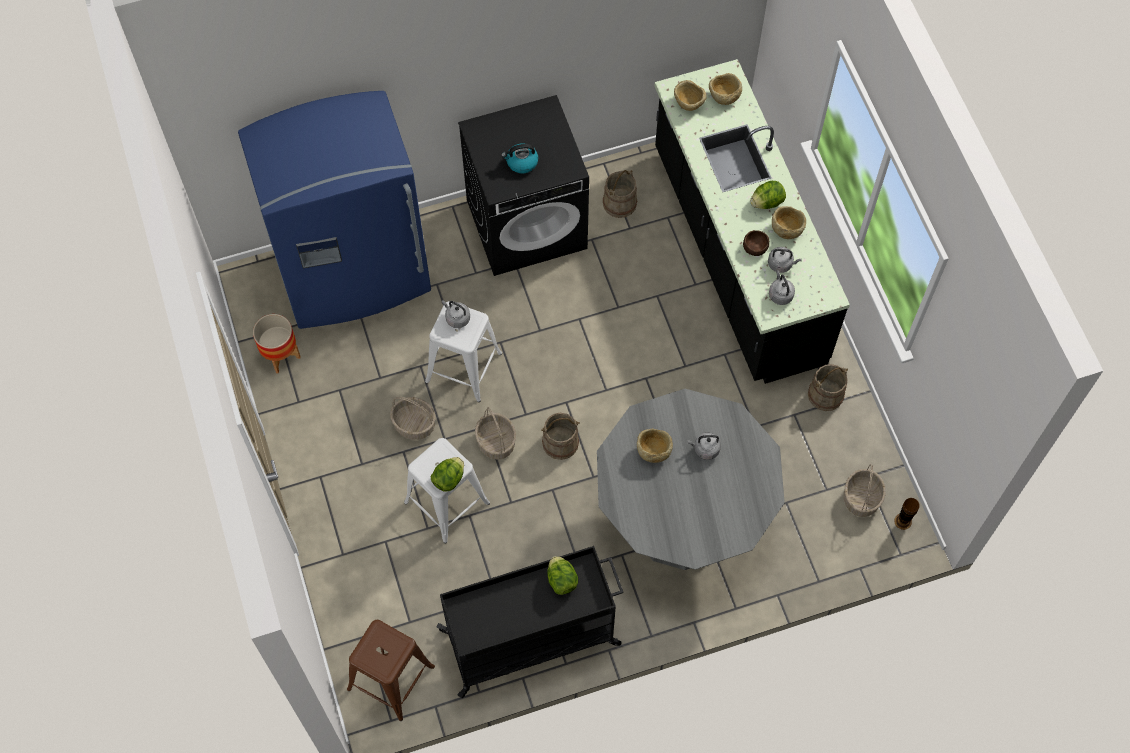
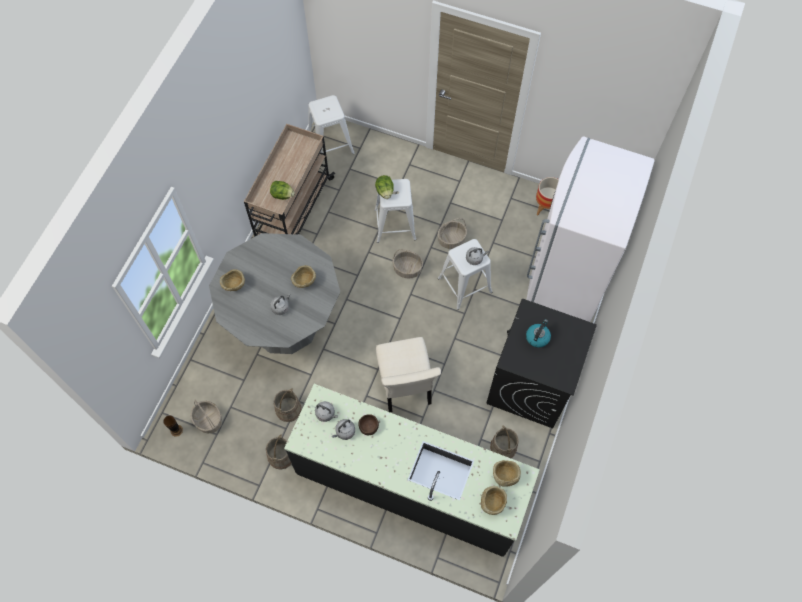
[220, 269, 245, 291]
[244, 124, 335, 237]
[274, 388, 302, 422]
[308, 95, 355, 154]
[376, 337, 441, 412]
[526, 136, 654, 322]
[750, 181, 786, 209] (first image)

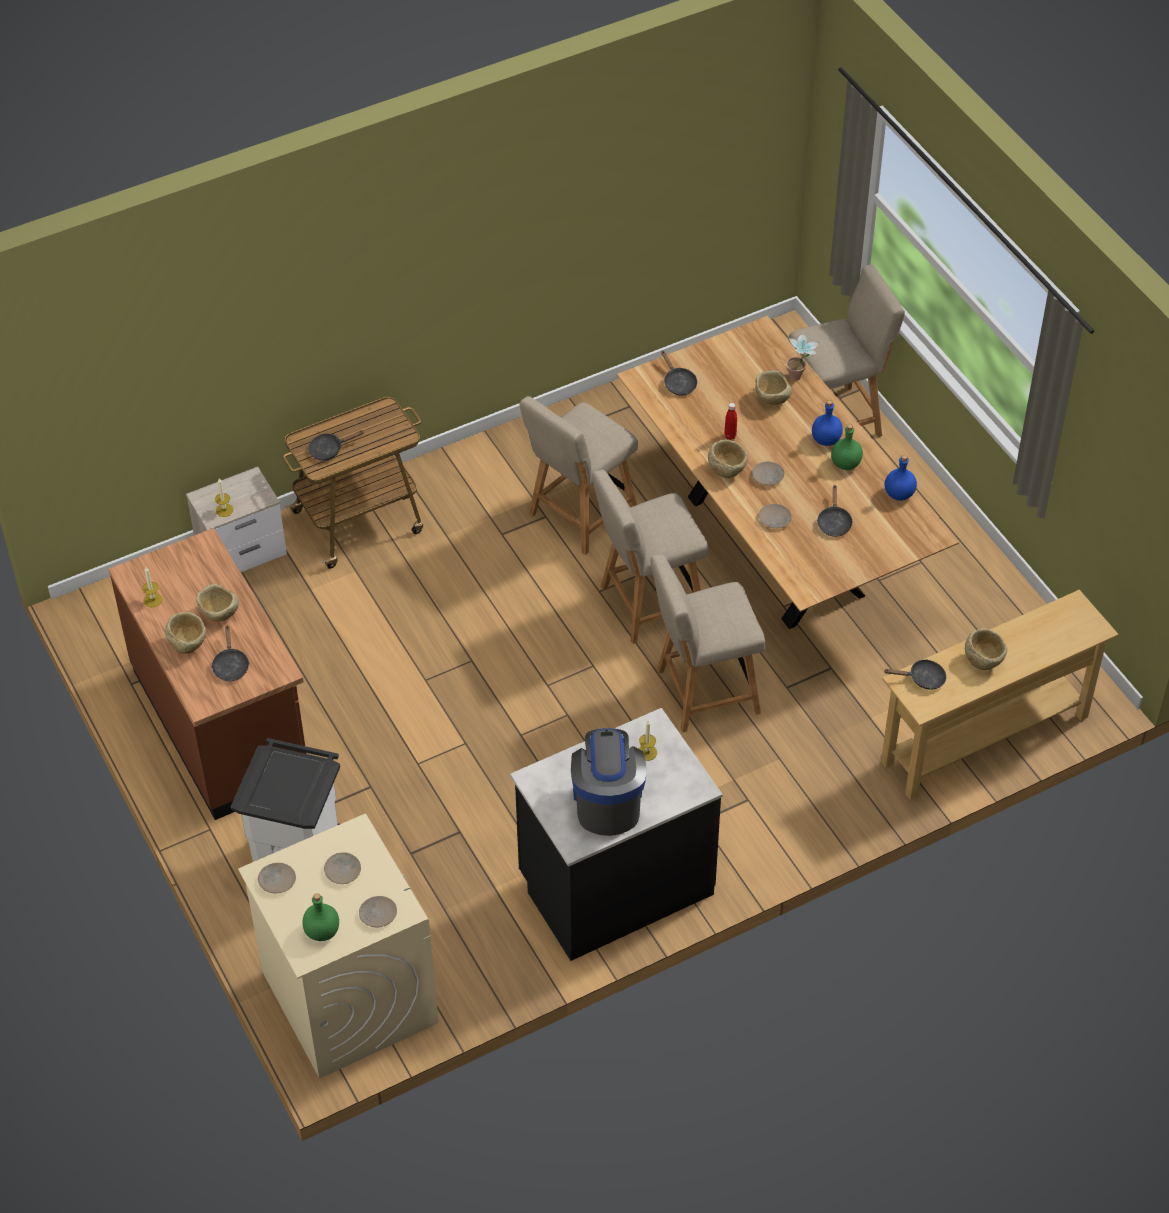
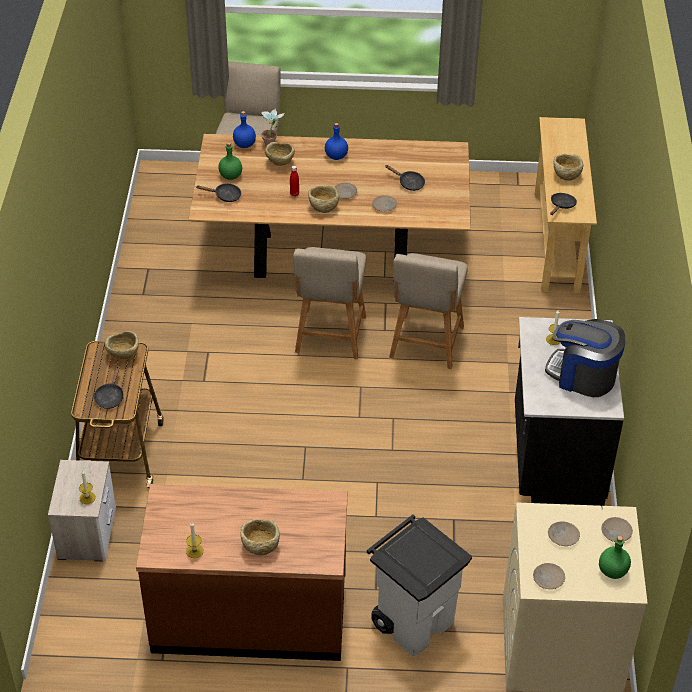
[105, 331, 139, 359]
[218, 142, 242, 180]
[233, 111, 256, 148]
[211, 625, 250, 681] (first image)
[520, 396, 638, 555] (first image)

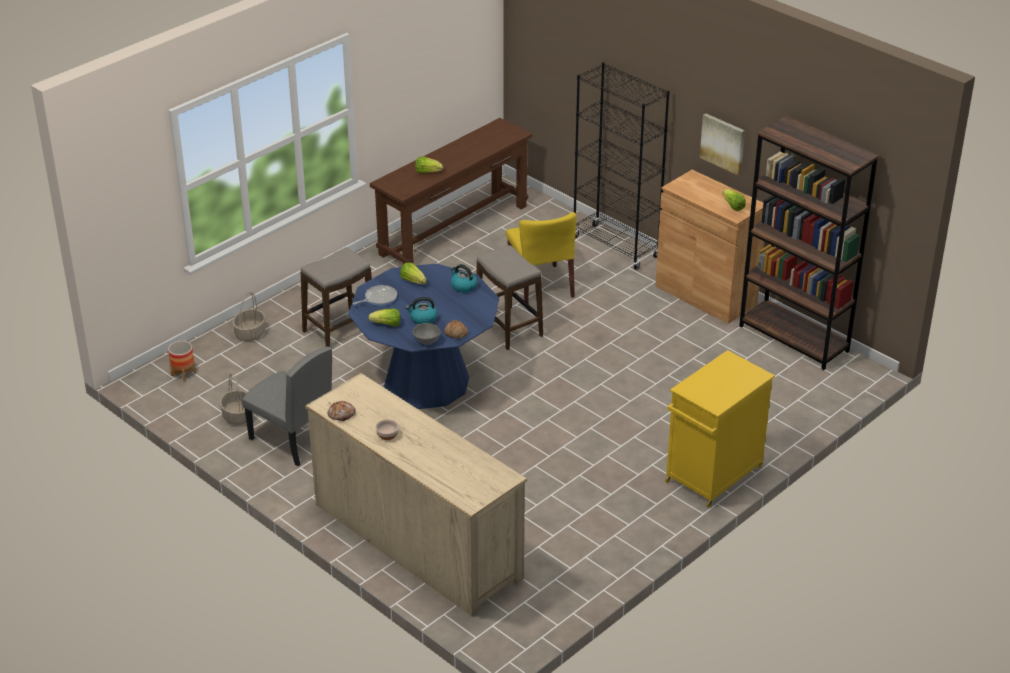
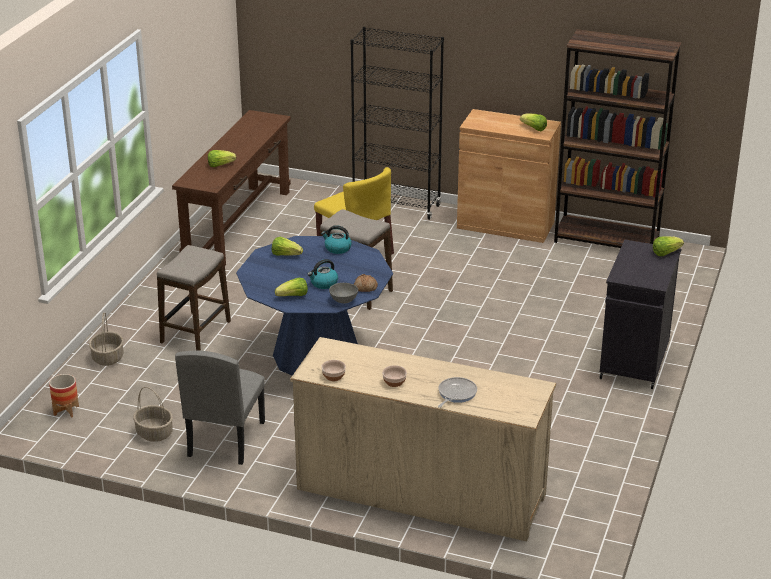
[175, 351, 265, 465]
[321, 360, 346, 381]
[438, 377, 477, 408]
[599, 239, 682, 389]
[653, 236, 684, 256]
[700, 113, 745, 175] (first image)

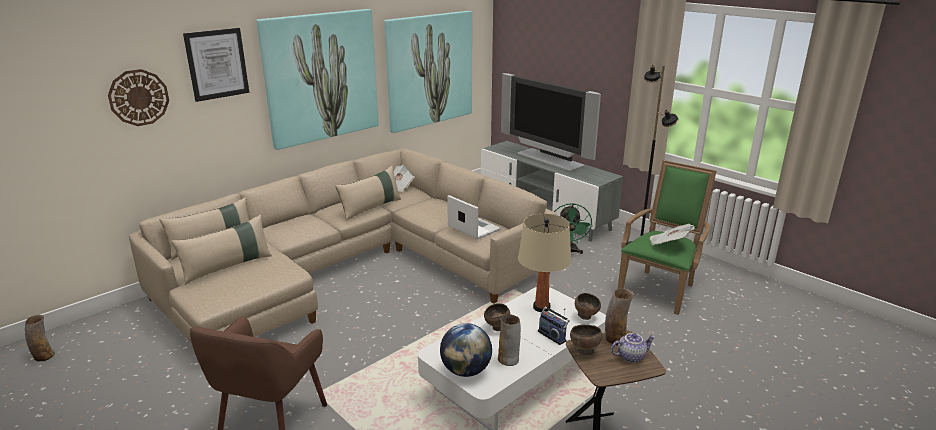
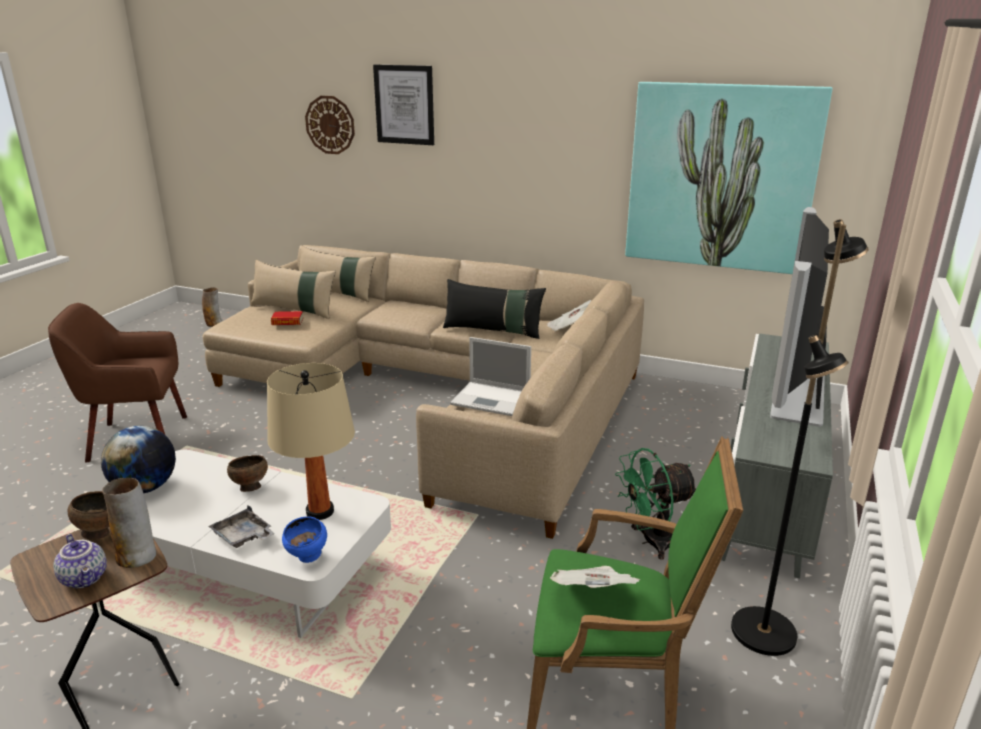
[209, 505, 275, 548]
[271, 311, 303, 325]
[282, 516, 327, 563]
[443, 279, 546, 339]
[450, 337, 531, 416]
[256, 9, 379, 150] (first image)
[498, 314, 521, 366] (first image)

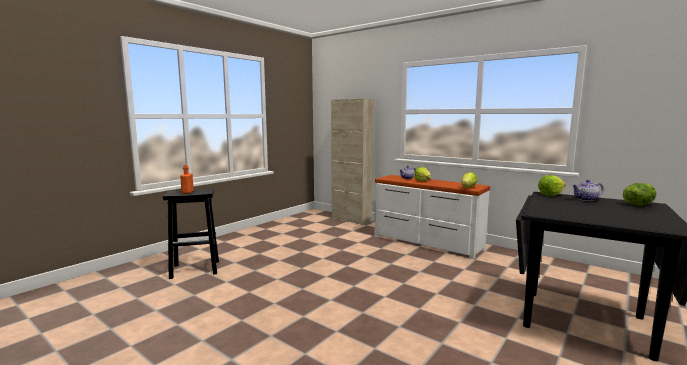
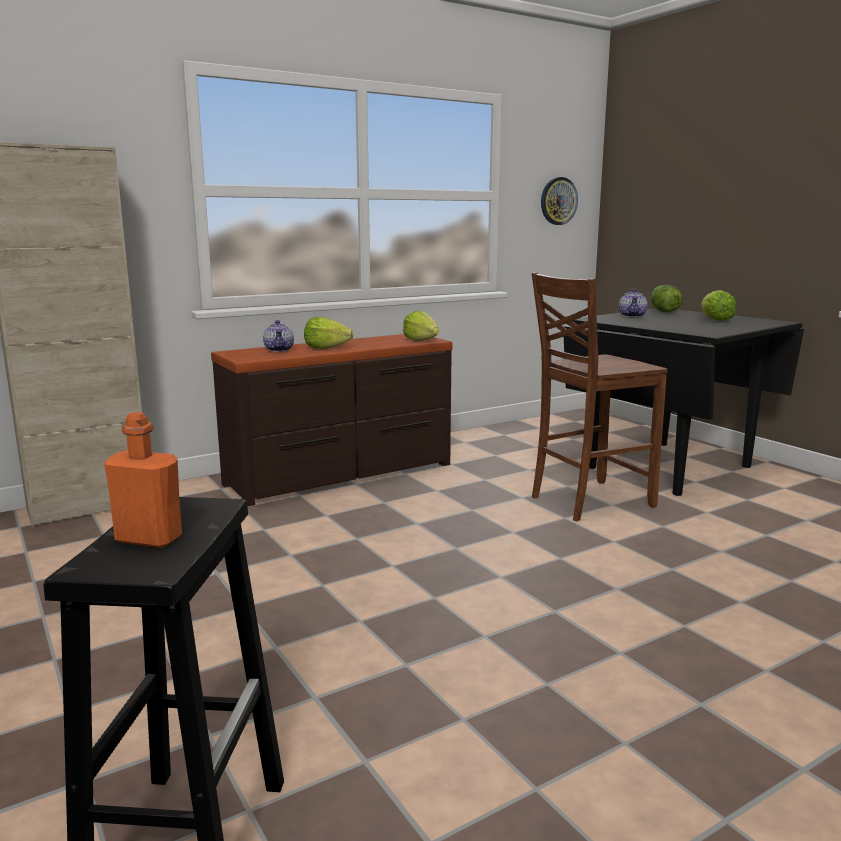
[211, 334, 453, 506]
[532, 272, 668, 522]
[541, 177, 578, 225]
[701, 290, 736, 321]

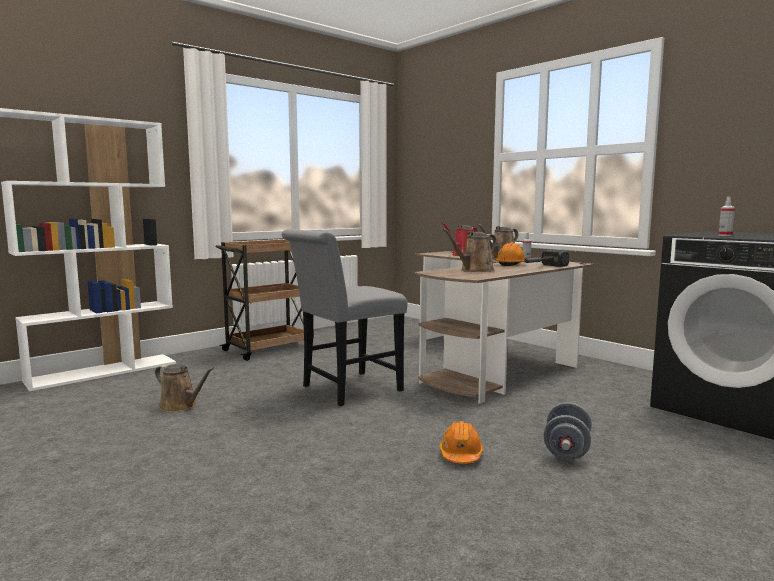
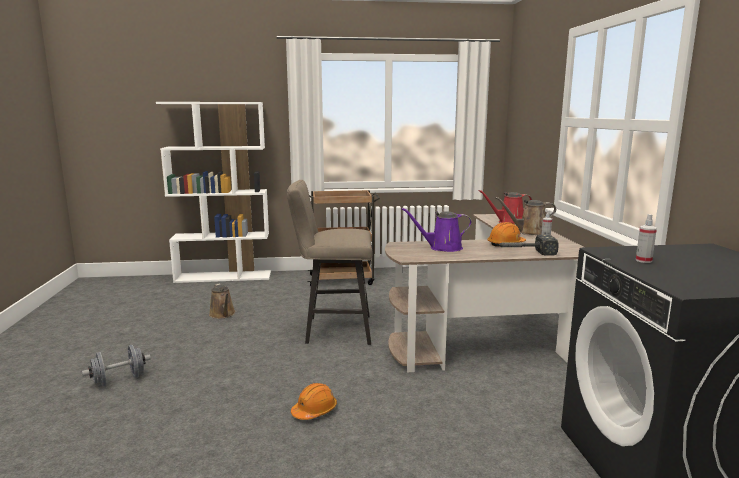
[82, 345, 151, 387]
[287, 180, 373, 345]
[402, 208, 472, 252]

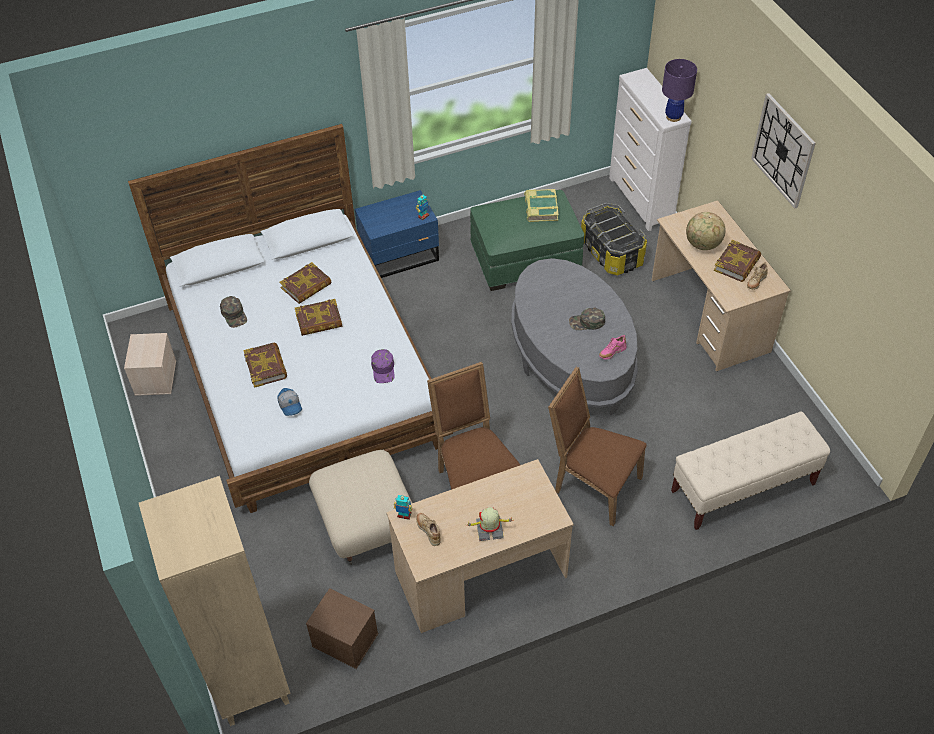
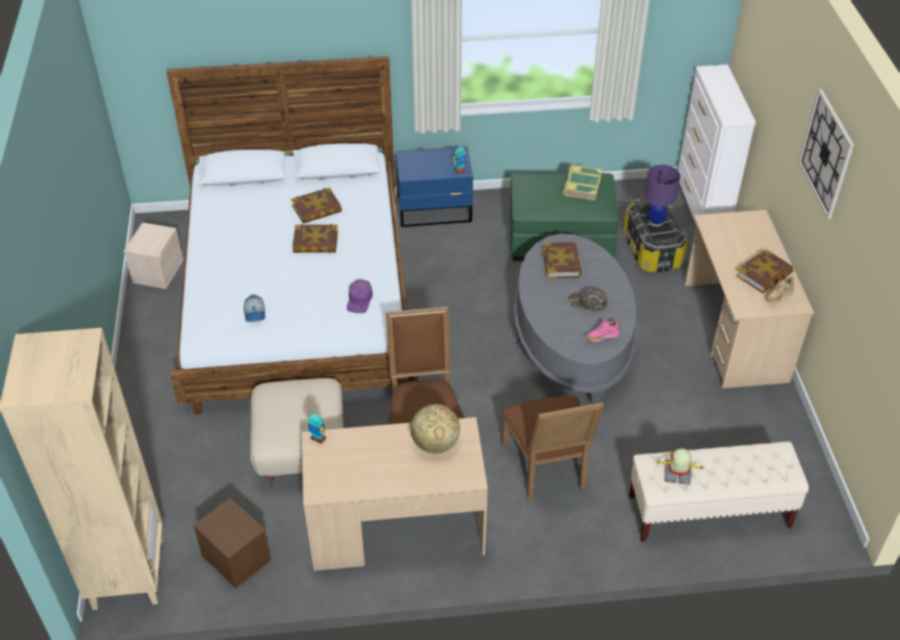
[411, 404, 460, 454]
[501, 396, 604, 500]
[542, 242, 582, 279]
[644, 165, 680, 227]
[655, 448, 706, 485]
[220, 296, 247, 328] (first image)
[416, 513, 441, 546] (first image)

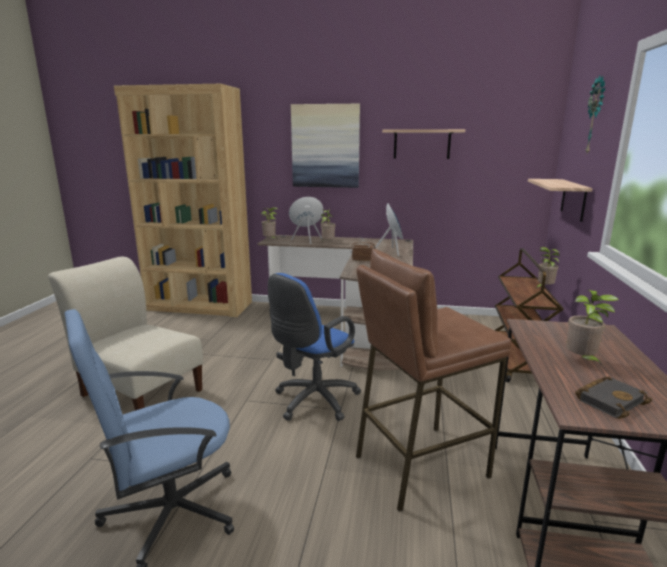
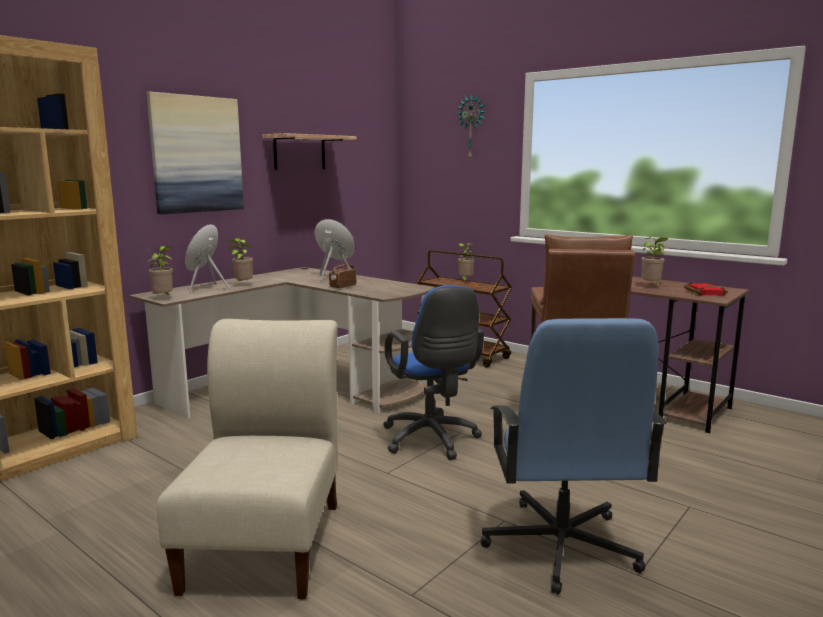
[157, 319, 338, 599]
[684, 282, 728, 296]
[528, 179, 593, 222] (first image)

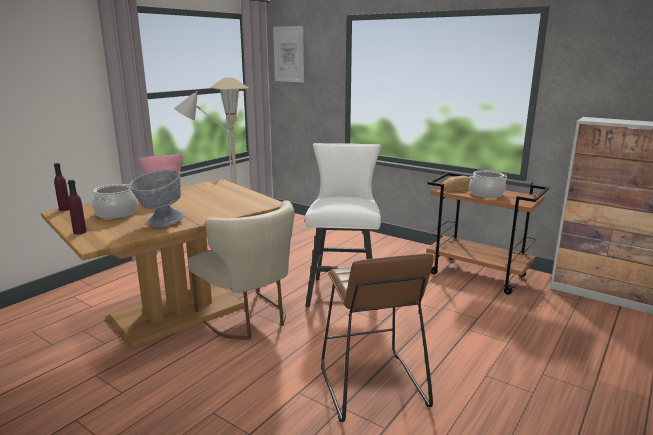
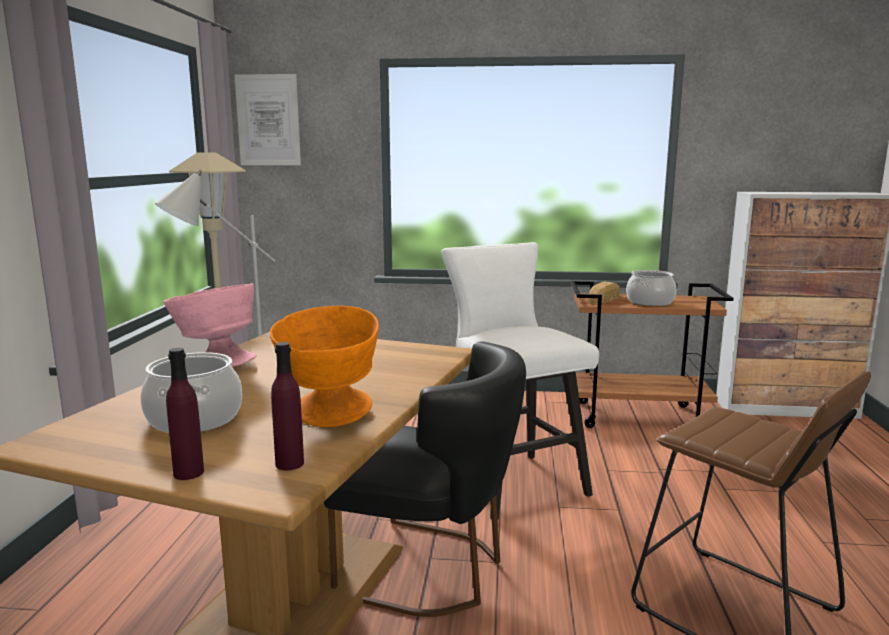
[270, 306, 379, 427]
[271, 342, 304, 470]
[324, 341, 526, 617]

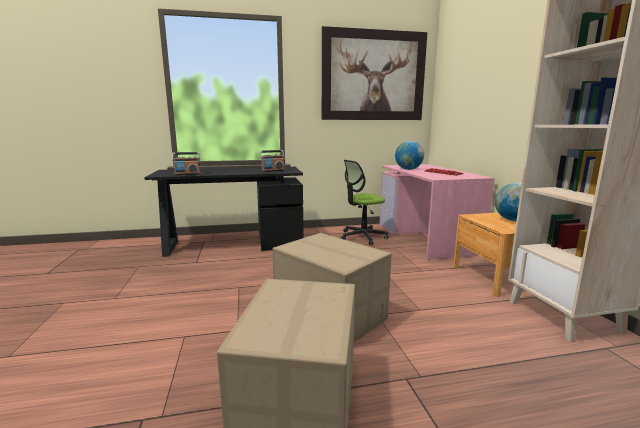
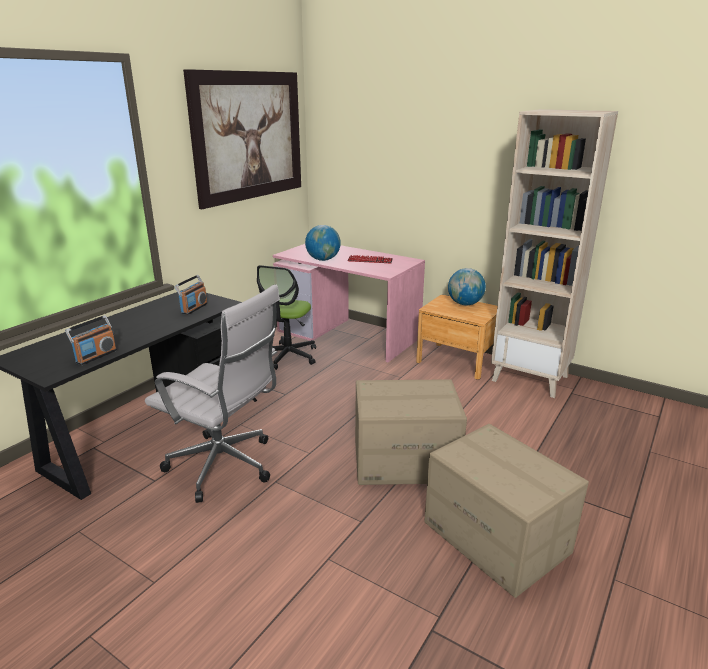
[145, 284, 280, 503]

